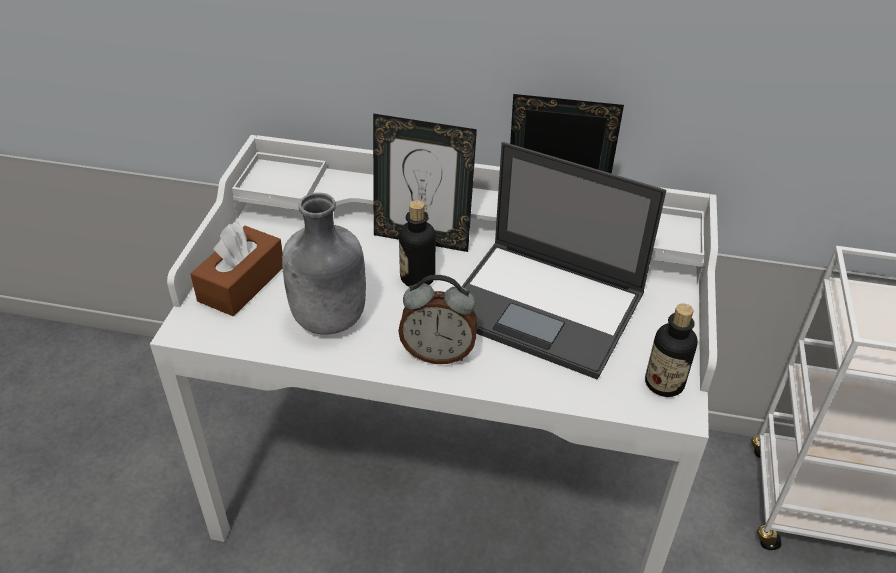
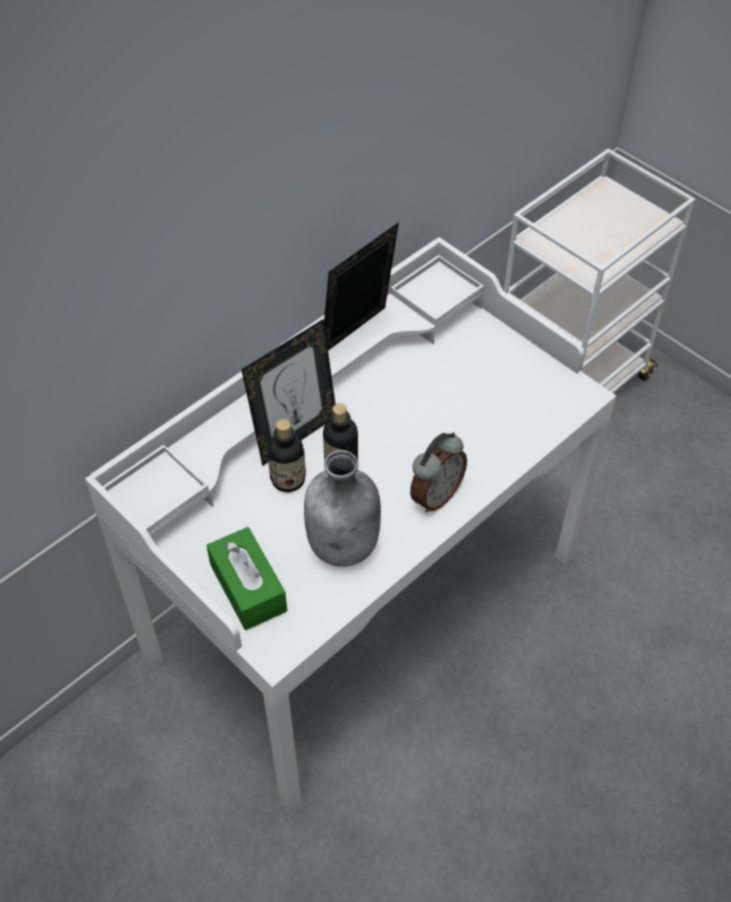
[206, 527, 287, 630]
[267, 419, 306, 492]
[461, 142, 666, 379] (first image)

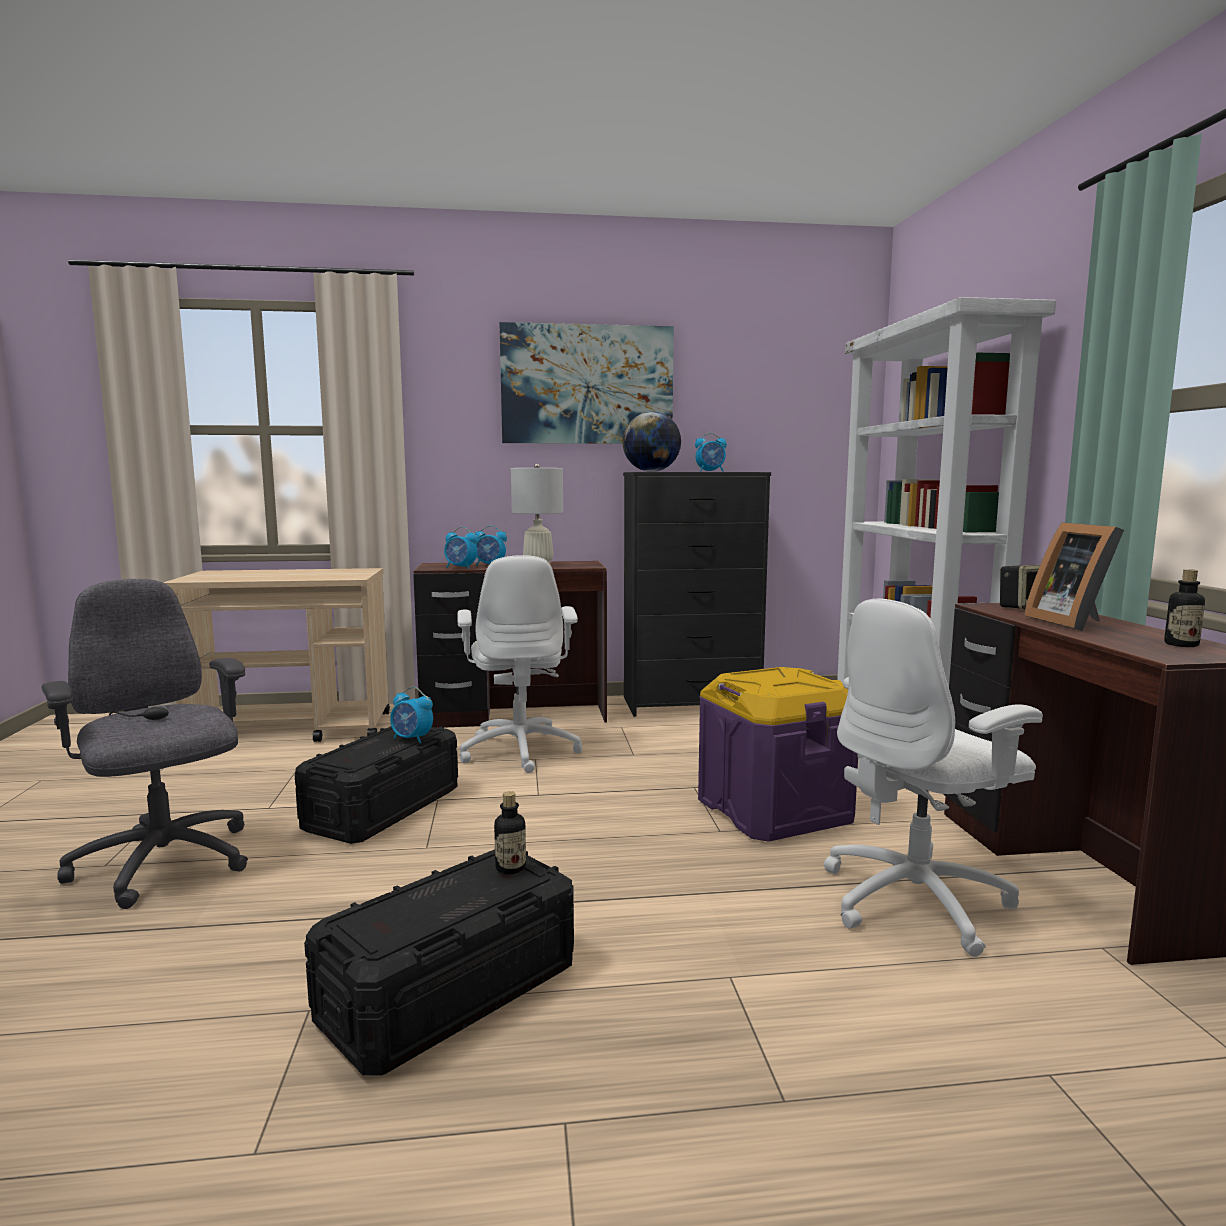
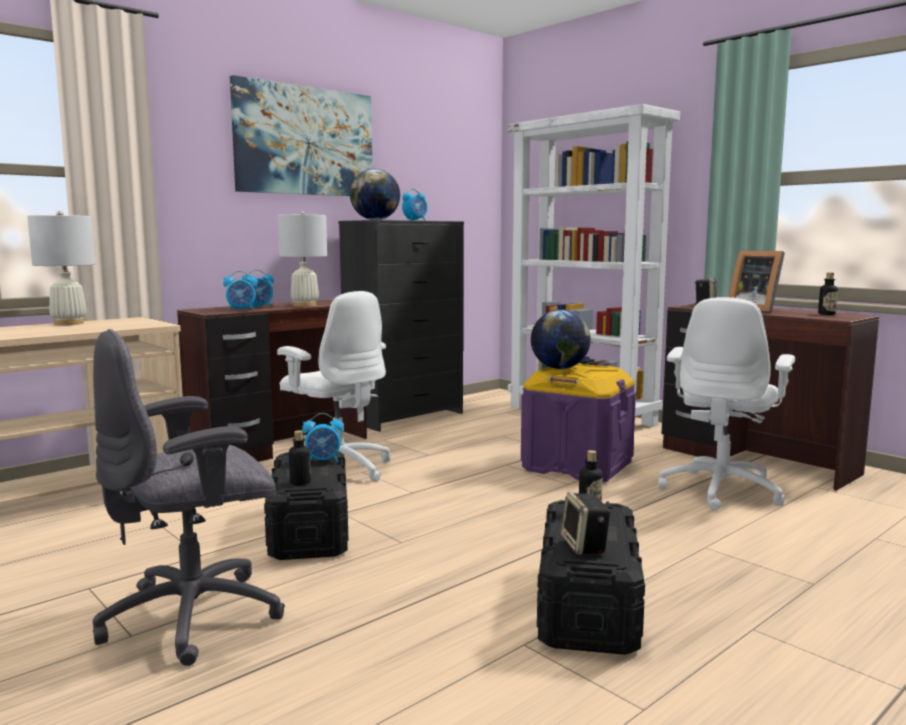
[27, 211, 95, 325]
[93, 329, 285, 666]
[289, 430, 311, 485]
[531, 310, 591, 369]
[561, 492, 611, 555]

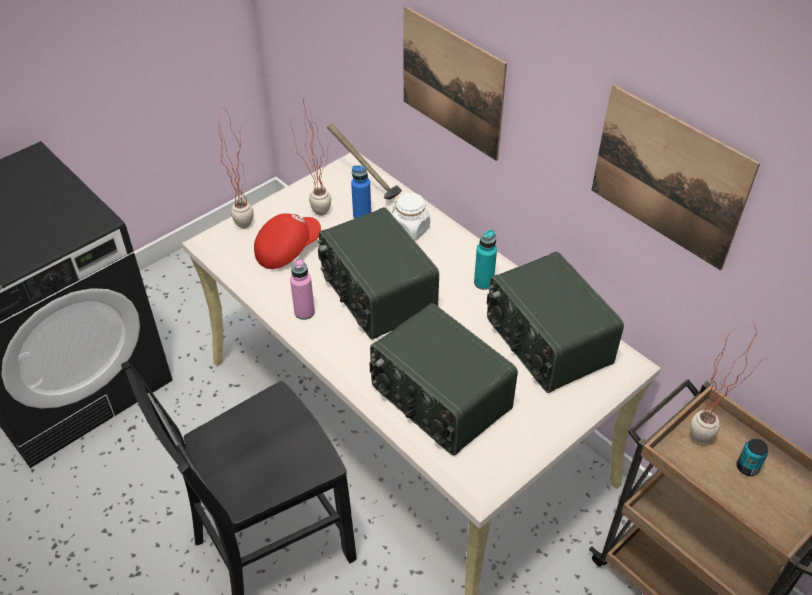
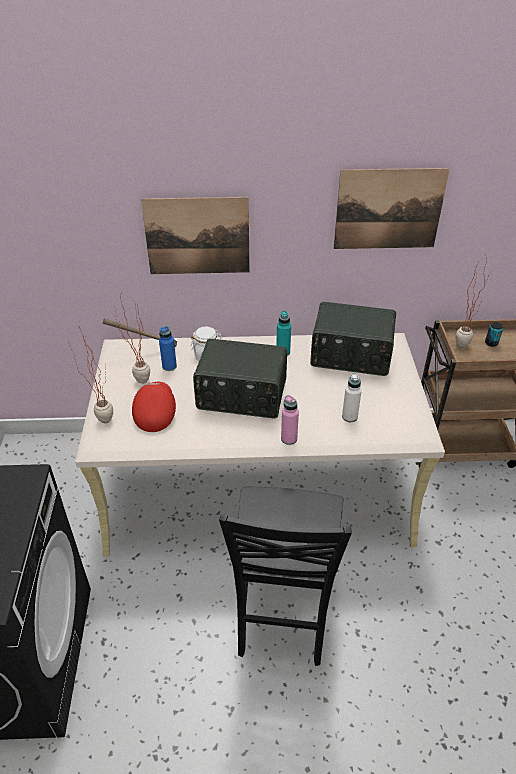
[281, 395, 299, 445]
[342, 373, 362, 422]

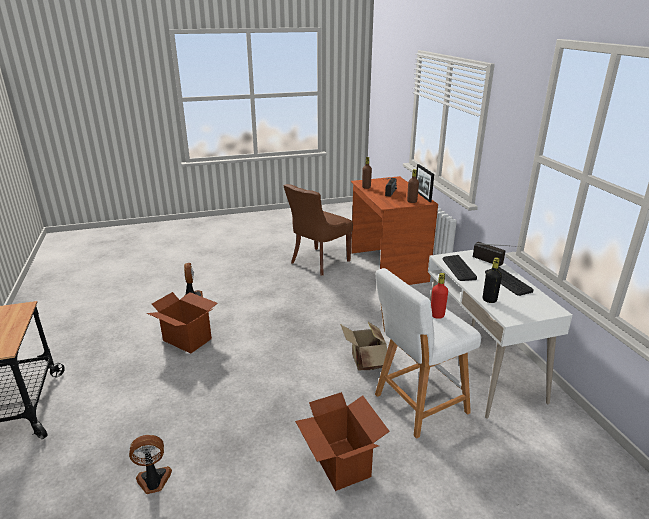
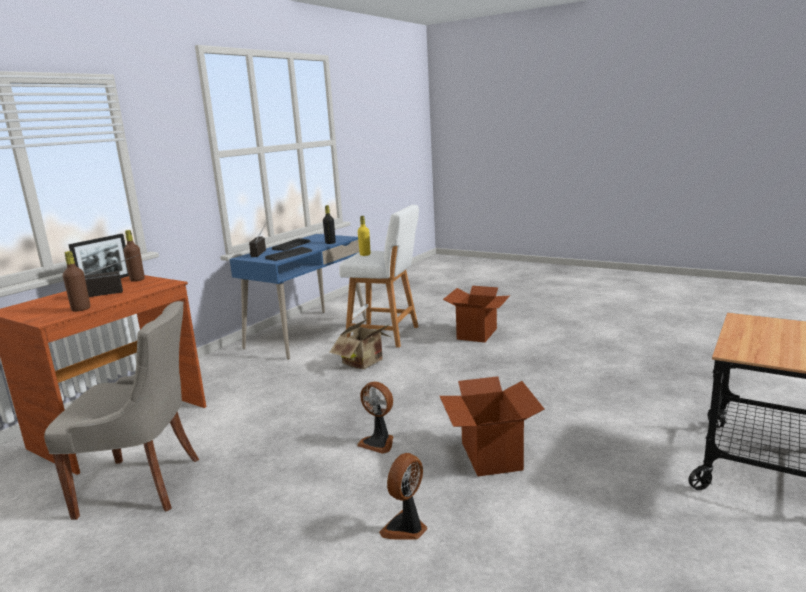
[44, 301, 199, 520]
[230, 234, 366, 360]
[357, 381, 393, 454]
[358, 216, 371, 256]

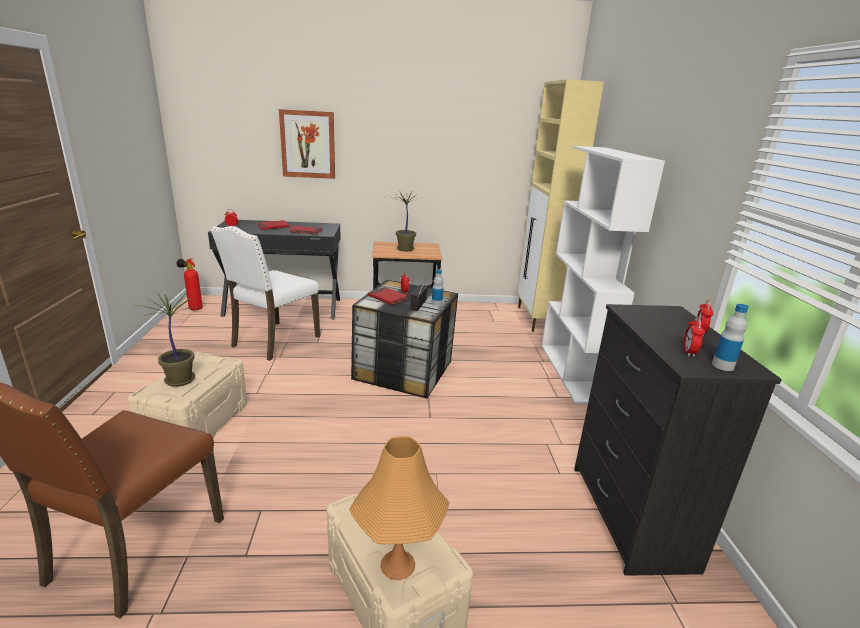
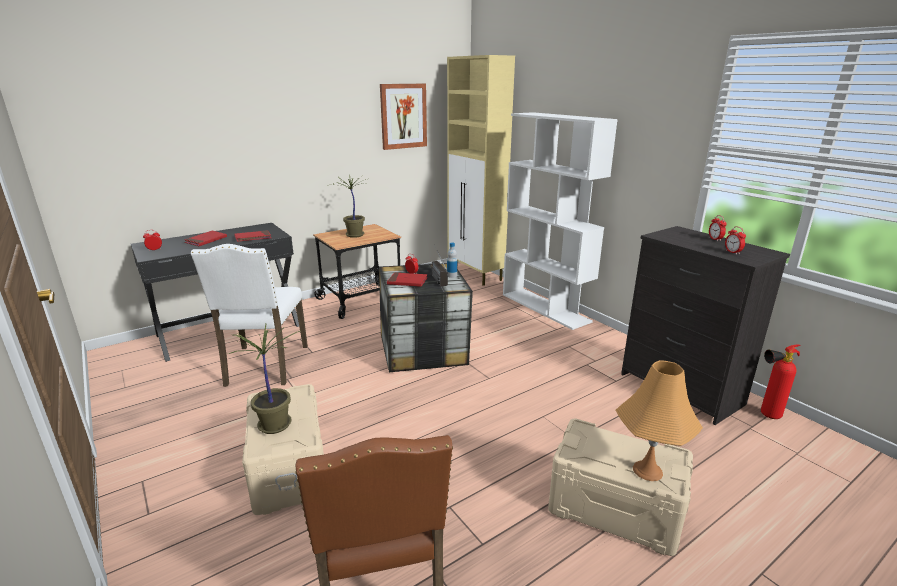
[380, 84, 427, 150]
[761, 344, 801, 419]
[712, 304, 748, 371] (first image)

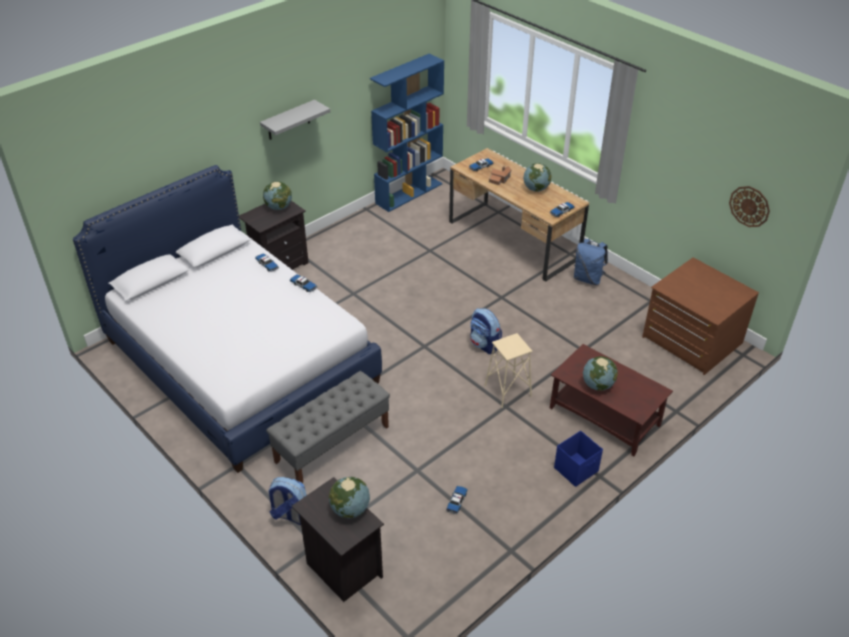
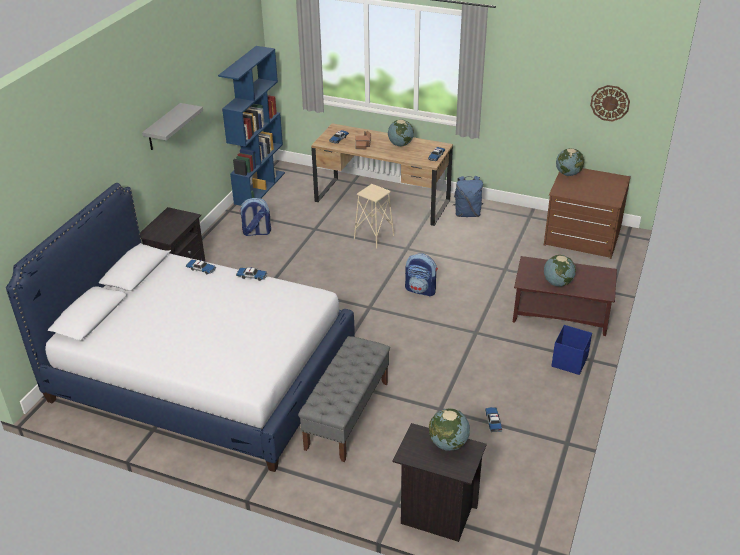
[240, 198, 271, 236]
[354, 184, 394, 249]
[556, 148, 584, 176]

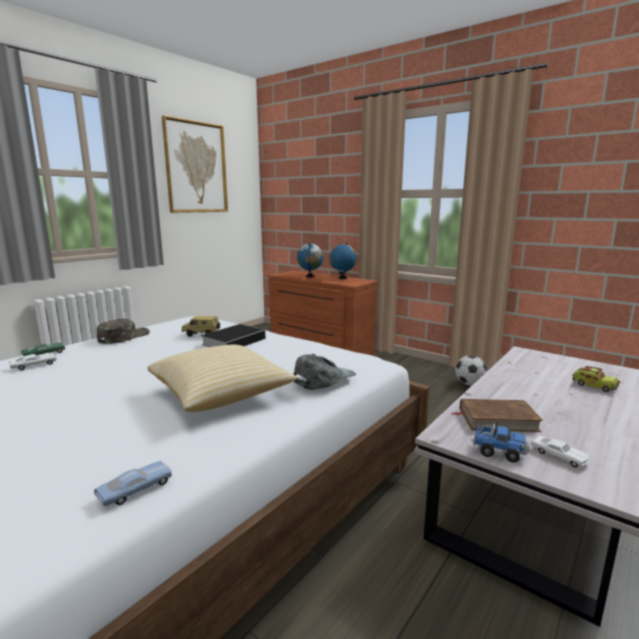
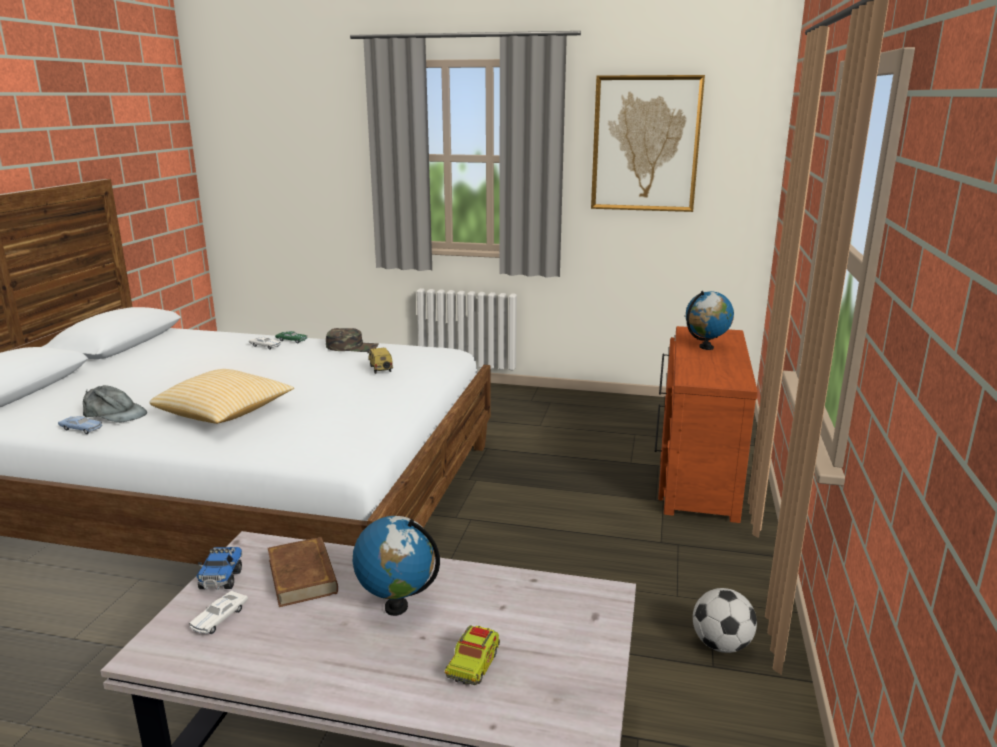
[83, 385, 147, 423]
[353, 516, 440, 616]
[201, 324, 270, 347] (first image)

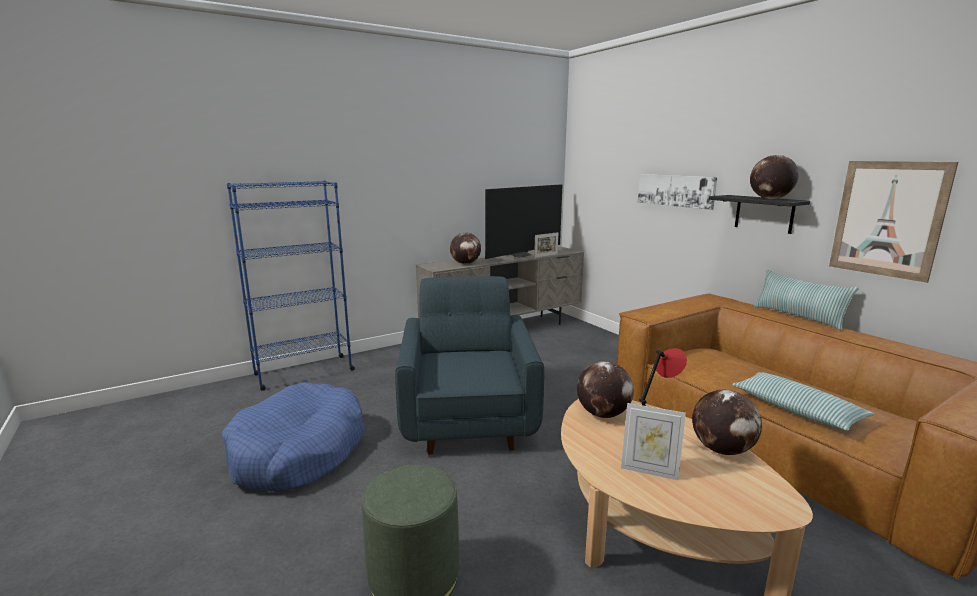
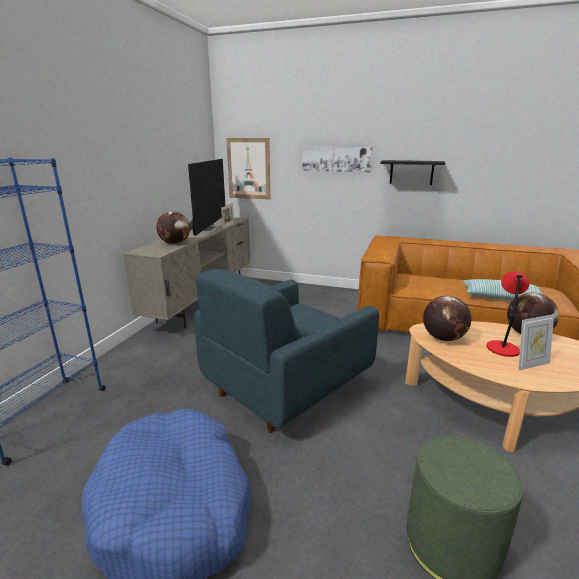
[194, 269, 379, 433]
[226, 138, 270, 199]
[750, 155, 799, 199] (first image)
[754, 269, 859, 330] (first image)

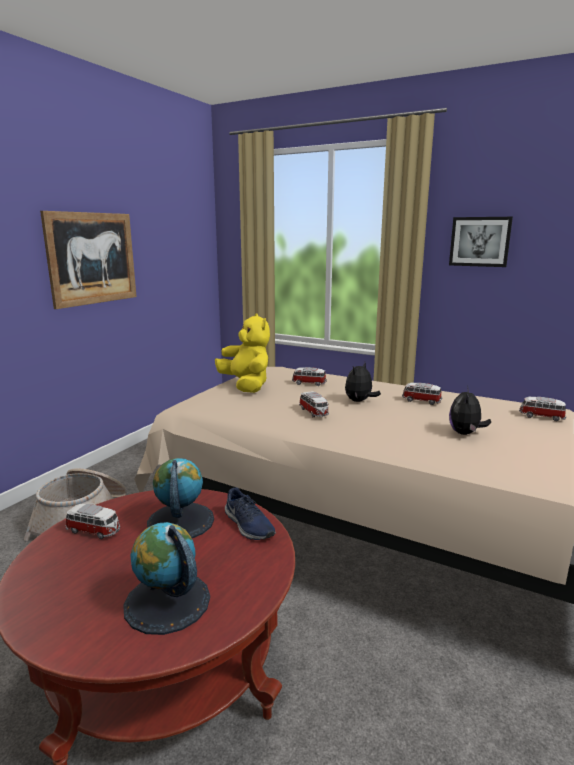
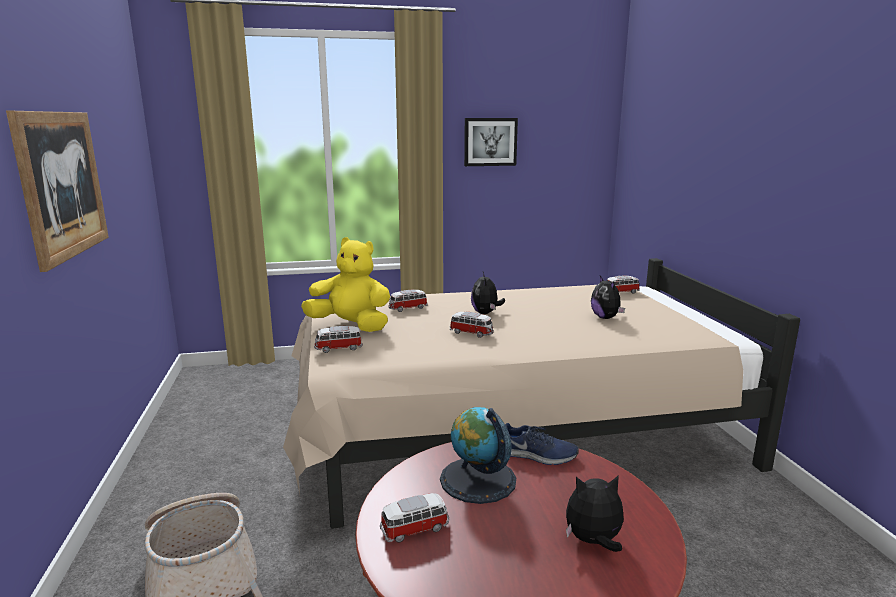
[314, 326, 363, 353]
[566, 475, 624, 552]

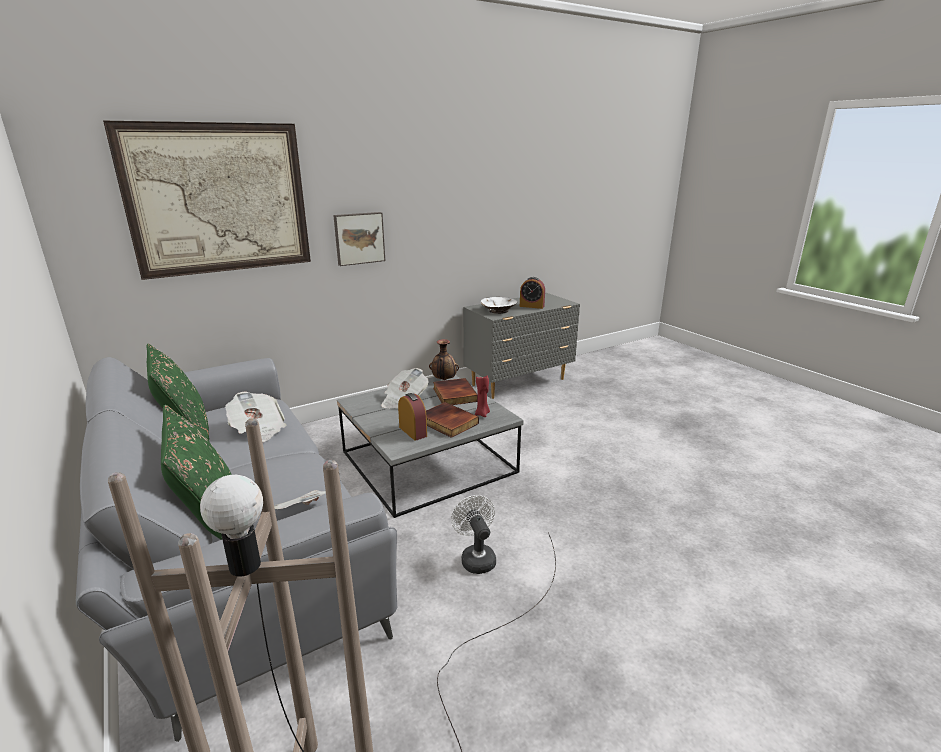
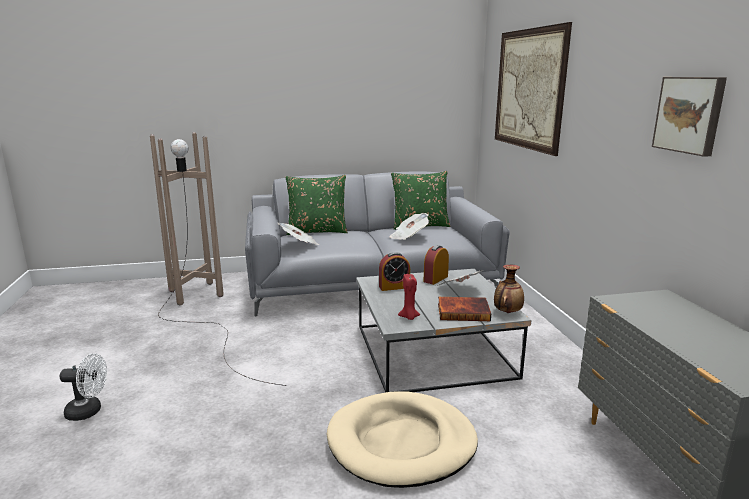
[59, 353, 107, 421]
[327, 392, 478, 488]
[424, 245, 449, 285]
[652, 77, 727, 157]
[426, 402, 479, 438] (first image)
[481, 297, 517, 314] (first image)

